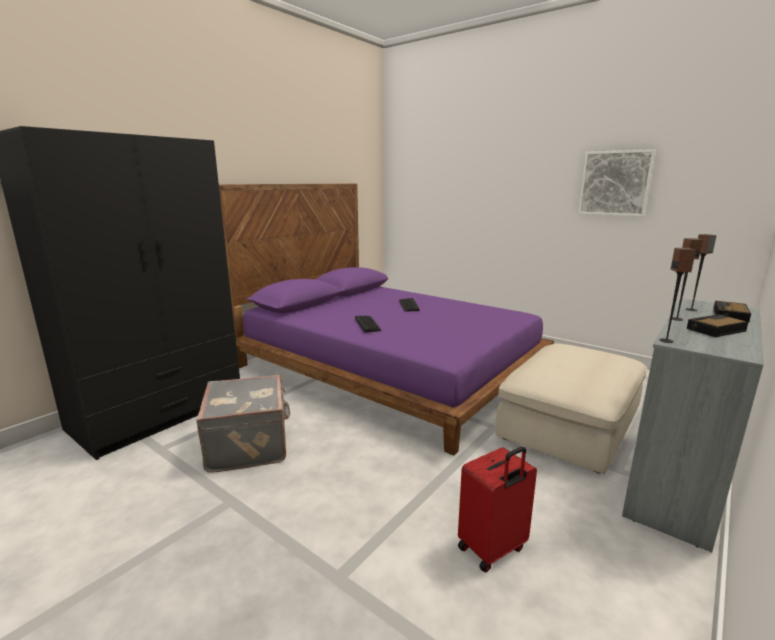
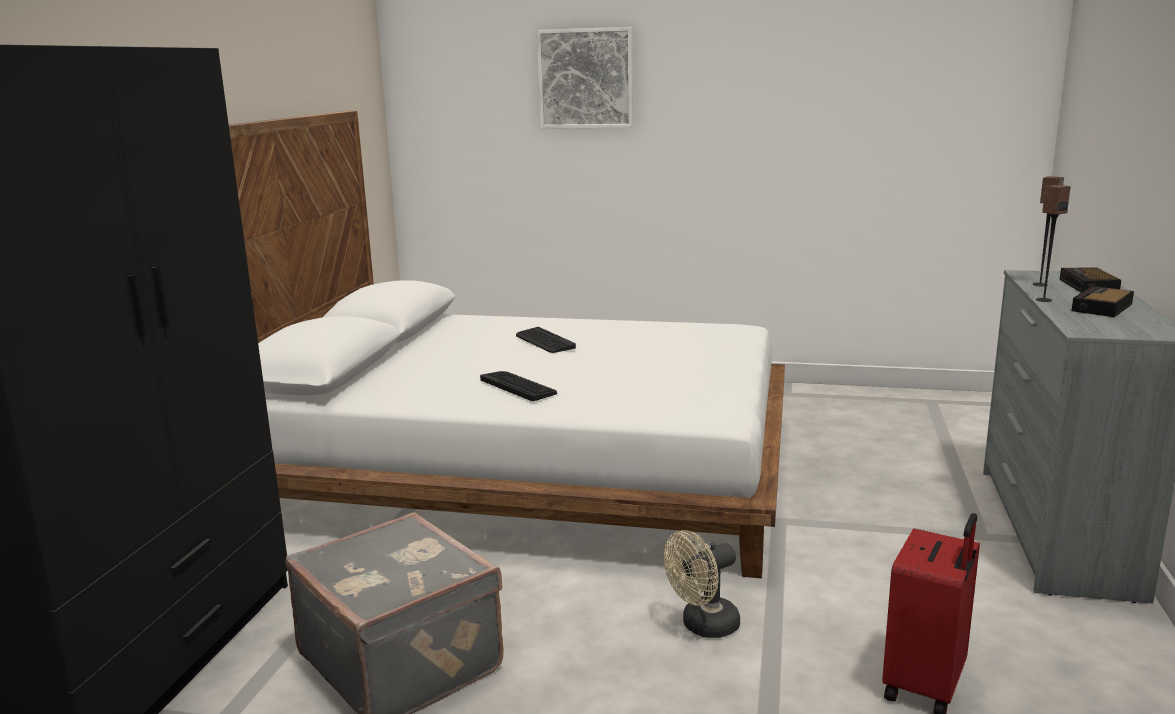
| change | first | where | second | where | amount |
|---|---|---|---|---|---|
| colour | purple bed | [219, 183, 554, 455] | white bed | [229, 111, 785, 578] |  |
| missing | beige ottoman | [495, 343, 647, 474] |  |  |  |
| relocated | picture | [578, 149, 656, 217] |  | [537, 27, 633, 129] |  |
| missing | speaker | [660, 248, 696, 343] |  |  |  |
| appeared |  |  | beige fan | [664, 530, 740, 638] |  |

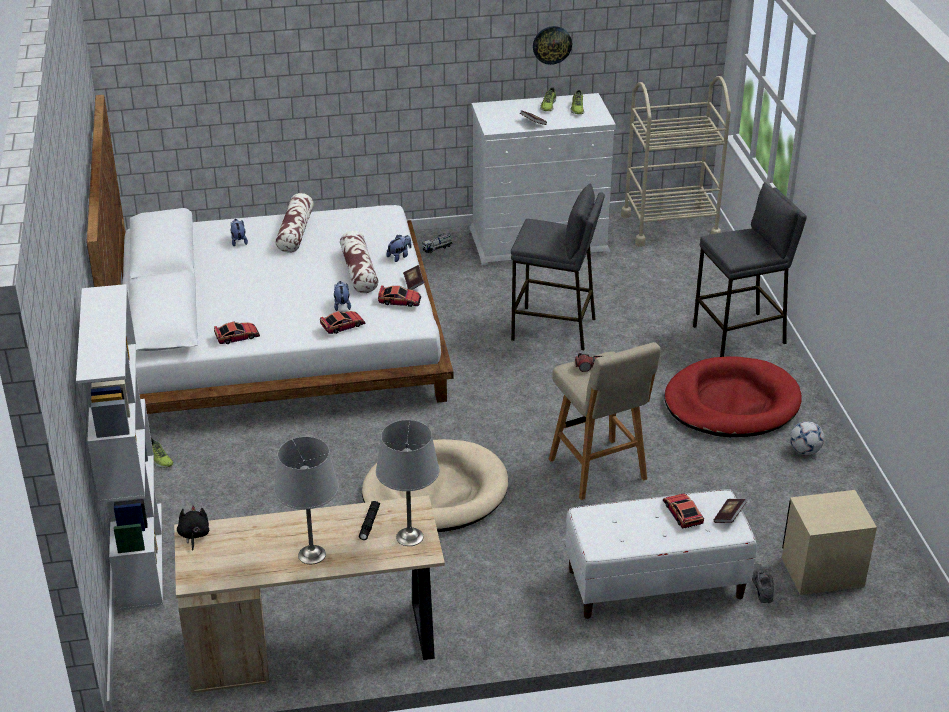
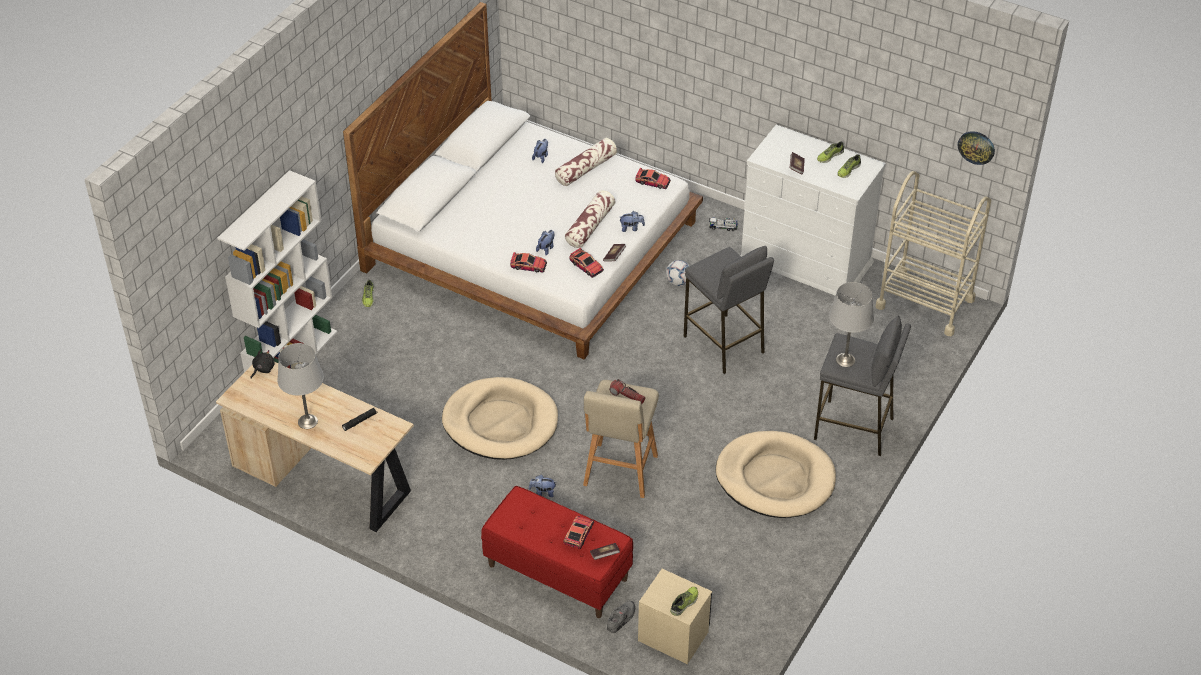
| change | first | where | second | where | amount |
|---|---|---|---|---|---|
| relocated | toy car | [214, 321, 260, 344] |  | [635, 168, 671, 189] |  |
| relocated | grey table lamp | [376, 420, 439, 546] |  | [829, 282, 874, 367] |  |
| relocated | wall clock | [533, 26, 572, 65] |  | [958, 131, 995, 165] |  |
| colour | white bench | [565, 489, 757, 619] | red bench | [481, 486, 633, 618] |  |
| colour | red dog bed | [664, 356, 802, 437] | beige dog bed | [716, 431, 836, 518] |  |
| relocated | football | [790, 421, 824, 455] |  | [666, 260, 689, 286] |  |
| appeared |  |  | plush toy | [529, 475, 556, 497] |  |
| appeared |  |  | shoe | [670, 587, 698, 616] |  |

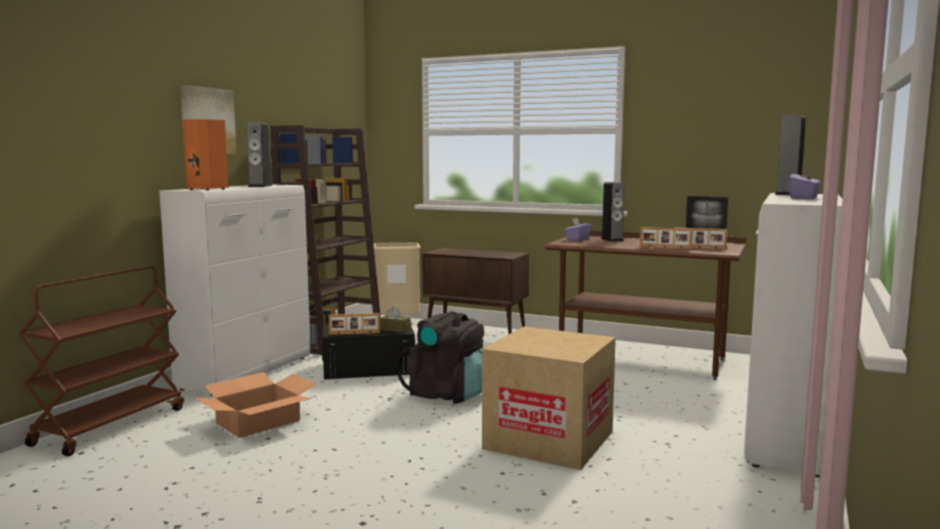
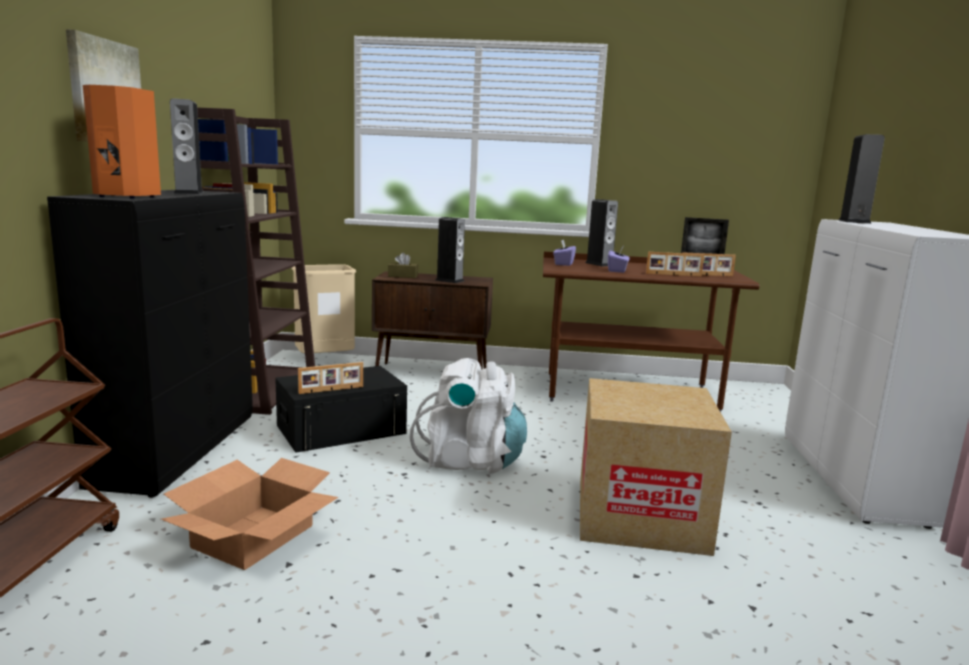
| change | first | where | second | where | amount |
|---|---|---|---|---|---|
| colour | white cabinet | [159, 185, 310, 396] | black cabinet | [47, 190, 253, 498] |  |
| relocated | brown tissue box | [380, 306, 411, 333] |  | [388, 253, 418, 278] |  |
| colour | black backpack | [397, 311, 484, 404] | white backpack | [410, 358, 527, 474] |  |
| relocated | purple tissue box | [789, 167, 821, 199] |  | [608, 246, 630, 273] |  |
| appeared |  |  | speaker | [436, 217, 465, 283] |  |

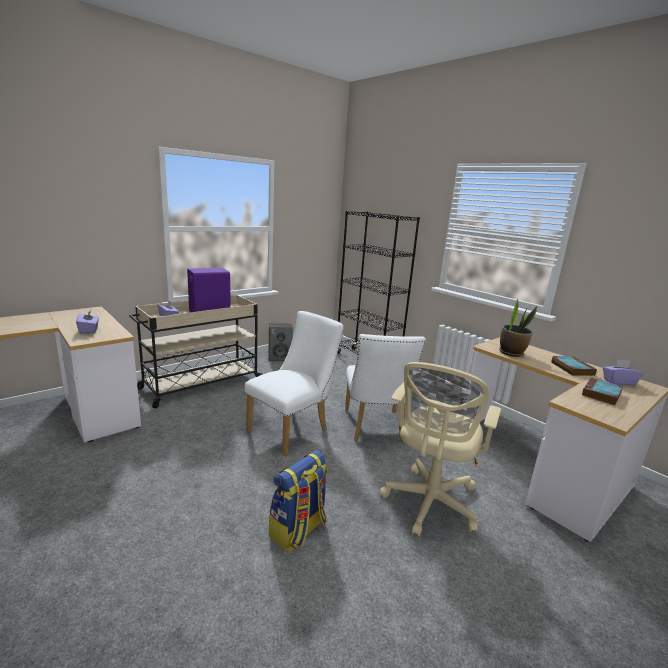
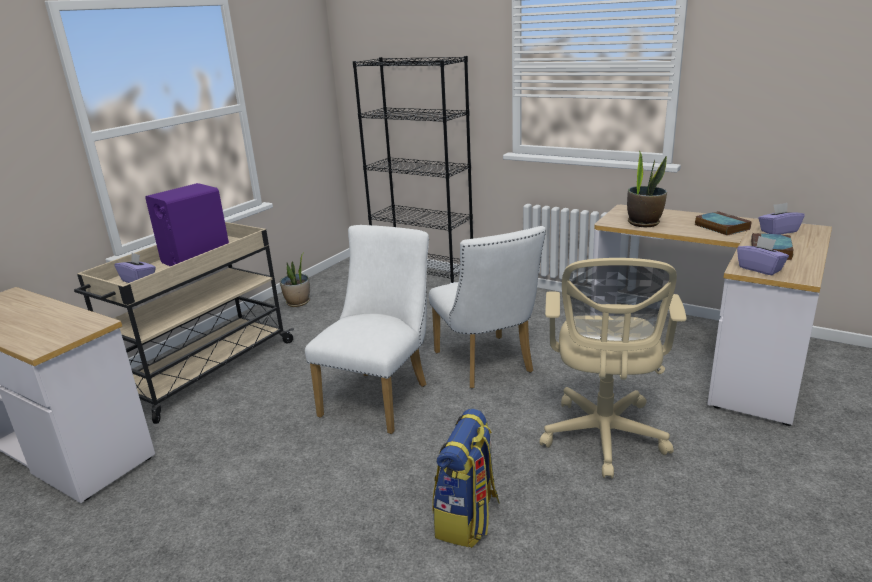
| change | first | where | second | where | amount |
|---|---|---|---|---|---|
| relocated | purple tissue box | [76, 310, 99, 334] |  | [737, 236, 789, 275] |  |
| exchanged | speaker | [268, 323, 293, 361] | potted plant | [280, 252, 310, 307] |  |

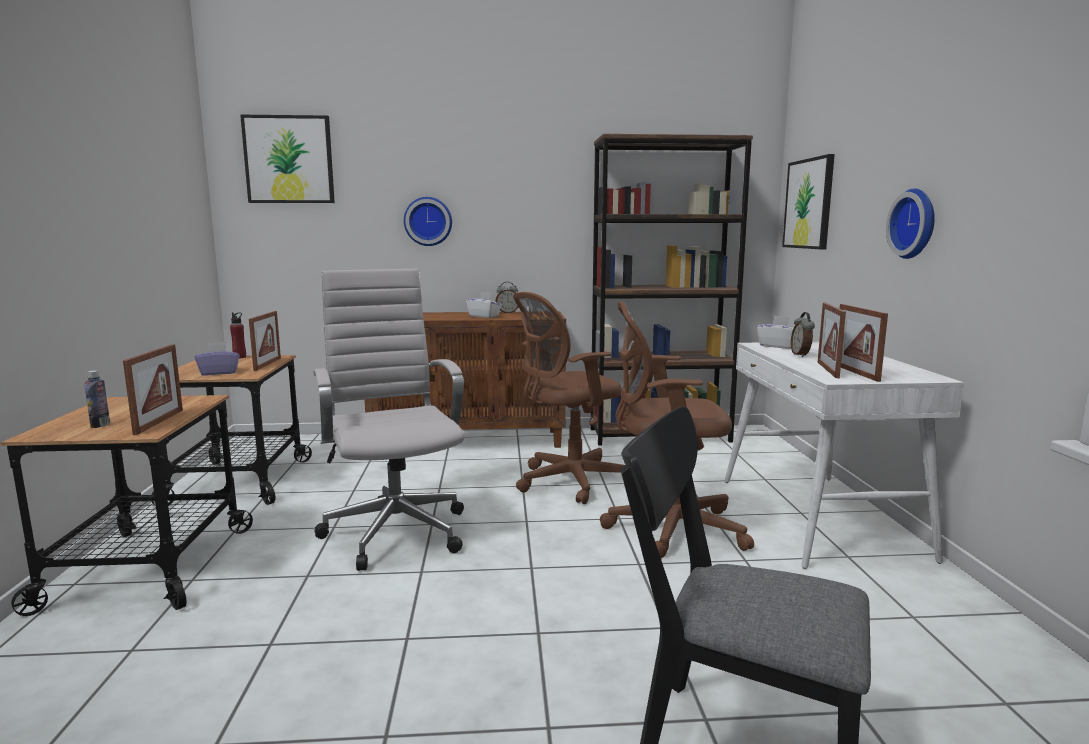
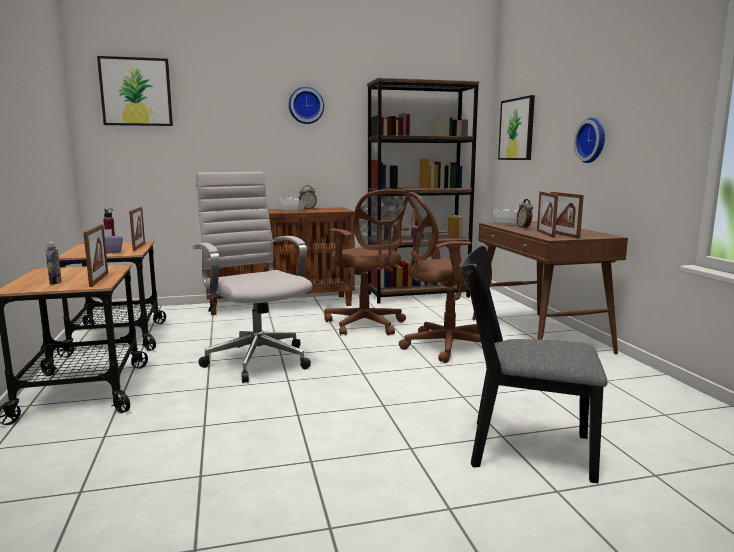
| change | first | where | second | where | amount |
|---|---|---|---|---|---|
| relocated | wall clock | [404, 197, 452, 246] |  | [289, 87, 324, 124] |  |
| spun | brown office chair | [513, 292, 624, 504] |  | [324, 189, 409, 336] | 90 degrees counterclockwise |
| colour | white desk | [725, 342, 964, 569] | brown desk | [472, 221, 628, 354] |  |

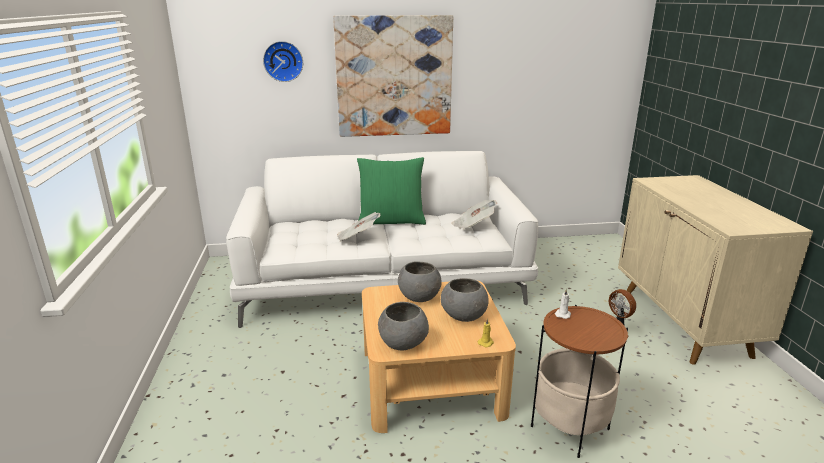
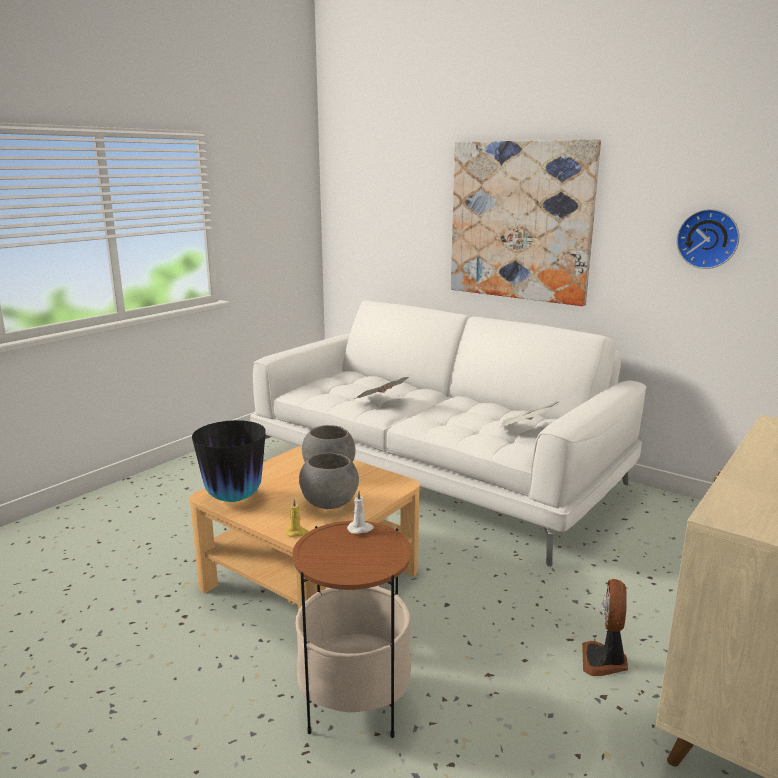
| change | first | where | second | where | amount |
|---|---|---|---|---|---|
| relocated | wall clock | [263, 41, 303, 82] |  | [676, 209, 739, 269] |  |
| missing | green pillow | [357, 157, 426, 225] |  |  |  |
| exchanged | grey bowl | [378, 302, 429, 350] | vase | [192, 420, 266, 502] |  |

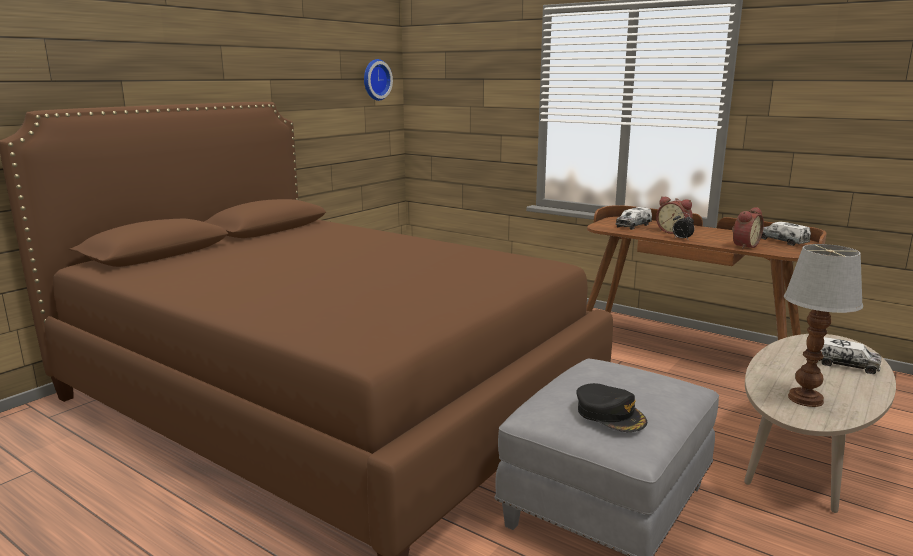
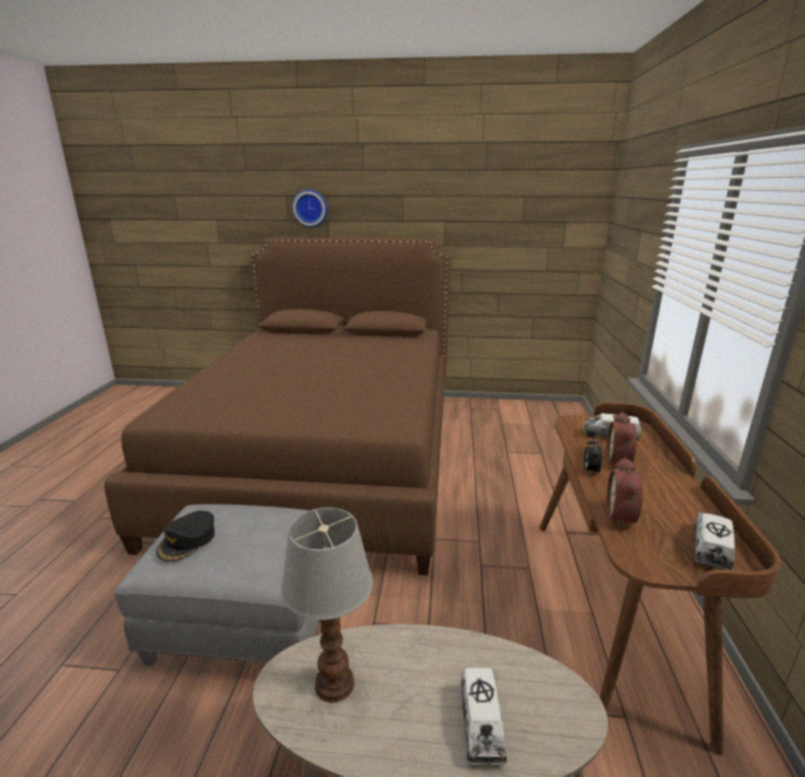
| change | first | where | second | where | amount |
|---|---|---|---|---|---|
| relocated | wall clock | [364, 59, 393, 101] |  | [292, 189, 328, 228] |  |
| spun | alarm clock | [732, 207, 764, 249] |  | [606, 457, 643, 528] | 90 degrees clockwise |

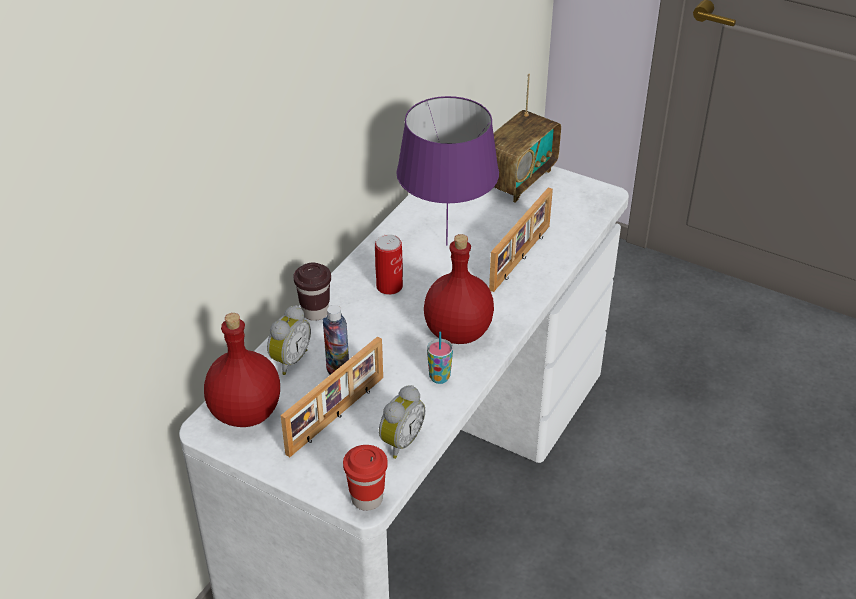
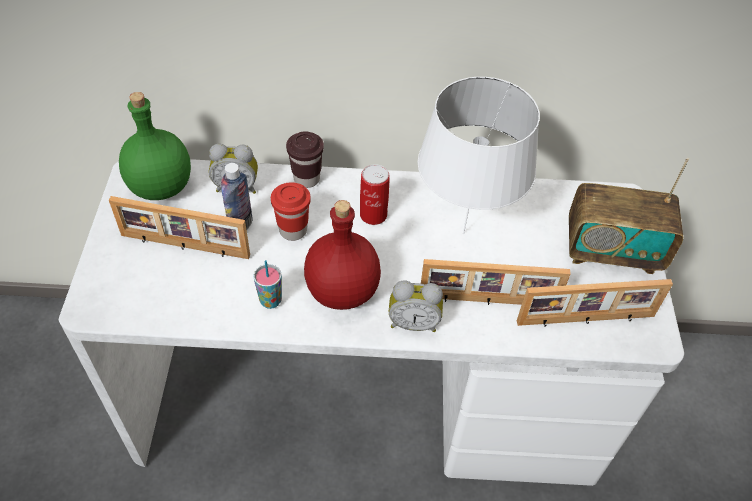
| change | first | where | second | where | amount |
|---|---|---|---|---|---|
| colour | red bottle | [204, 313, 280, 427] | green bottle | [119, 92, 191, 200] |  |
| relocated | red cup | [343, 445, 388, 511] |  | [271, 182, 311, 241] |  |
| relocated | alarm clock | [379, 385, 425, 459] |  | [389, 280, 443, 332] |  |
| colour | purple table lamp | [396, 96, 499, 245] | white table lamp | [418, 77, 540, 234] |  |
| appeared |  |  | picture frame | [517, 279, 673, 327] |  |

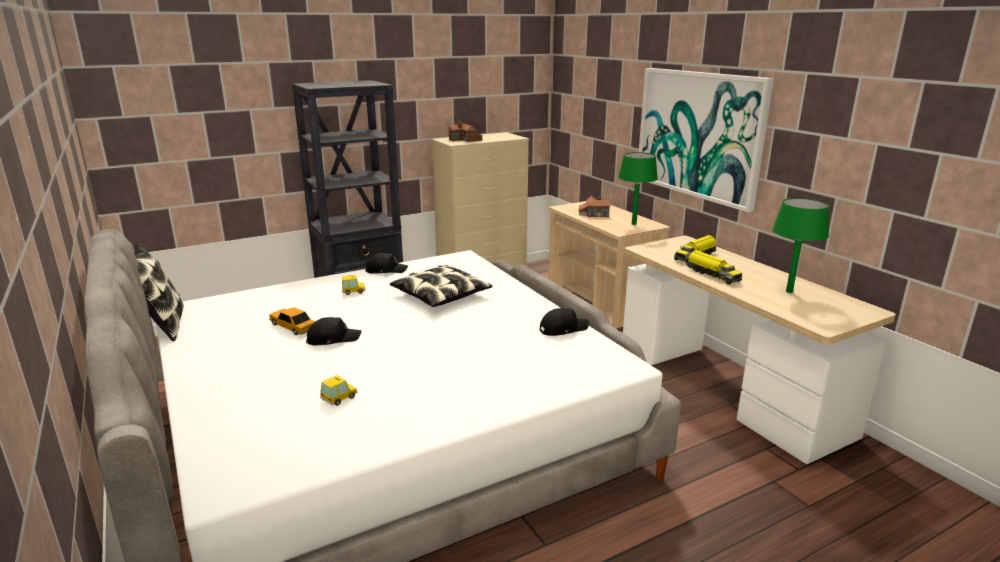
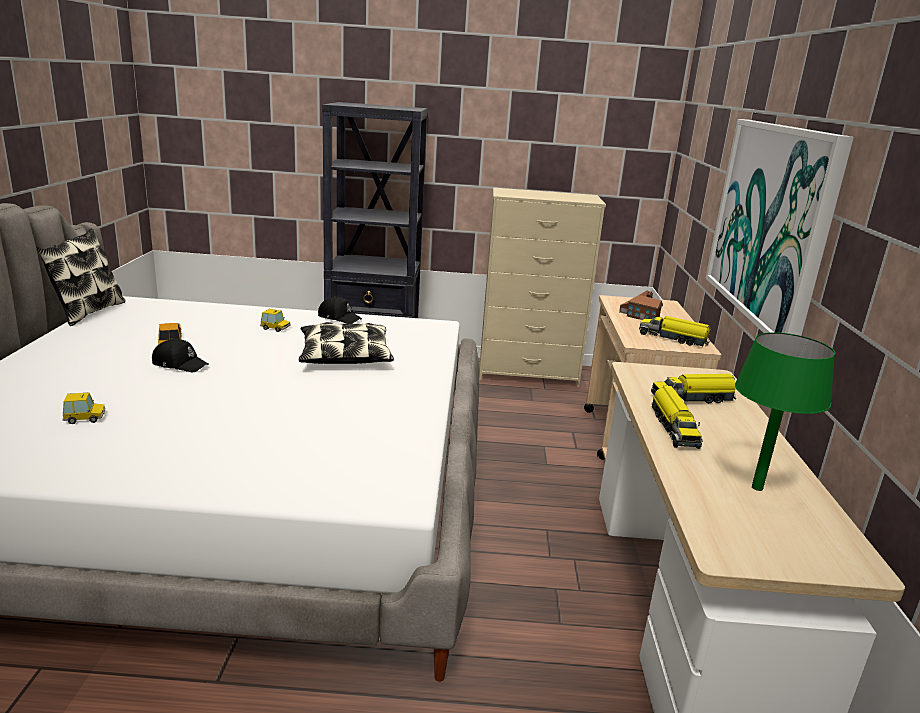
| change | first | where | second | where | amount |
|---|---|---|---|---|---|
| missing | toy house | [448, 121, 482, 142] |  |  |  |
| missing | black cap | [540, 308, 589, 336] |  |  |  |
| exchanged | green table lamp | [618, 152, 658, 225] | toy truck | [639, 316, 711, 346] |  |

